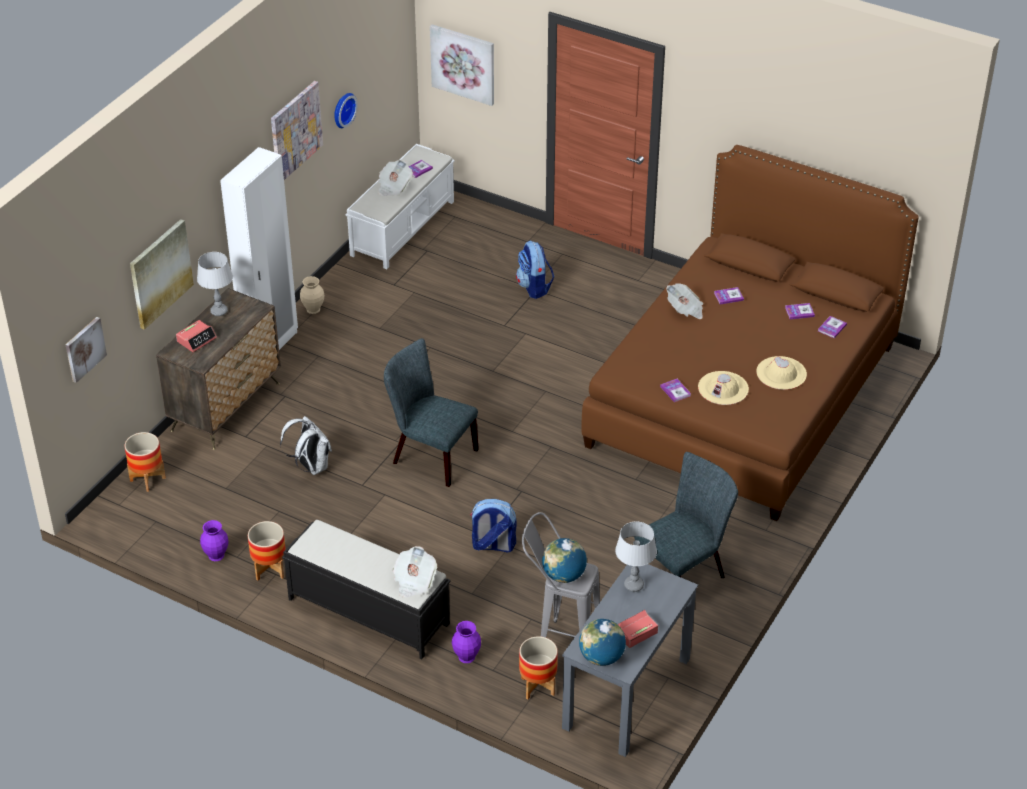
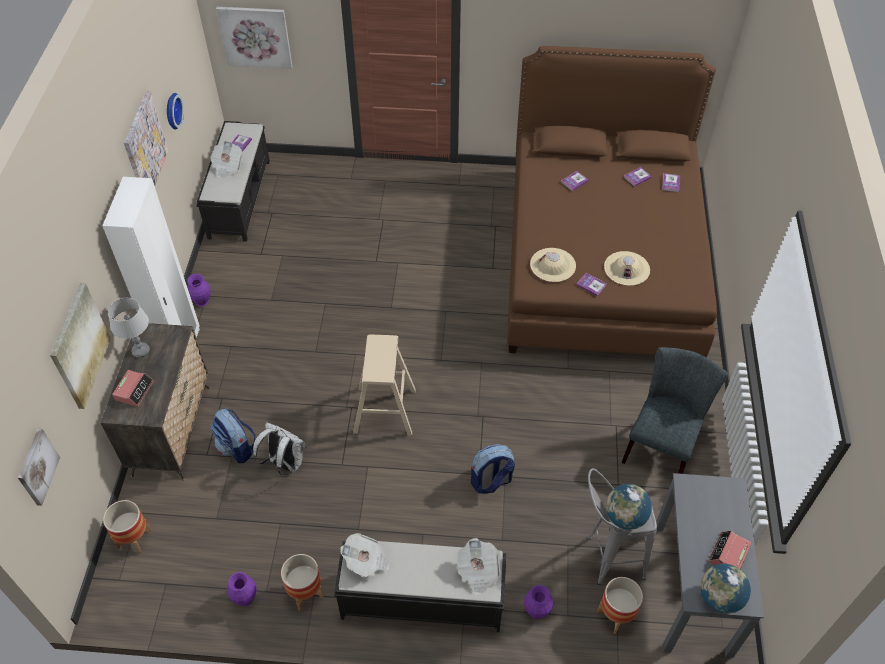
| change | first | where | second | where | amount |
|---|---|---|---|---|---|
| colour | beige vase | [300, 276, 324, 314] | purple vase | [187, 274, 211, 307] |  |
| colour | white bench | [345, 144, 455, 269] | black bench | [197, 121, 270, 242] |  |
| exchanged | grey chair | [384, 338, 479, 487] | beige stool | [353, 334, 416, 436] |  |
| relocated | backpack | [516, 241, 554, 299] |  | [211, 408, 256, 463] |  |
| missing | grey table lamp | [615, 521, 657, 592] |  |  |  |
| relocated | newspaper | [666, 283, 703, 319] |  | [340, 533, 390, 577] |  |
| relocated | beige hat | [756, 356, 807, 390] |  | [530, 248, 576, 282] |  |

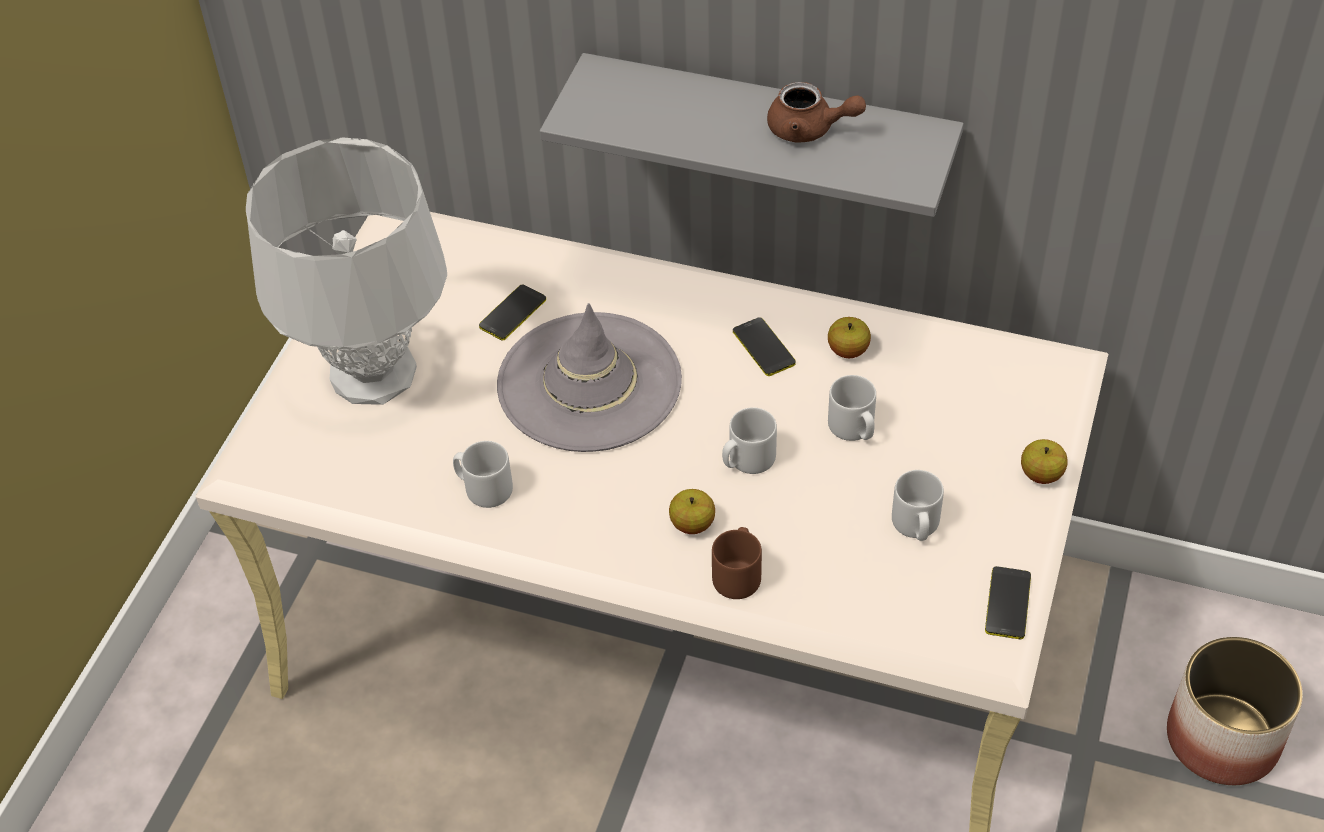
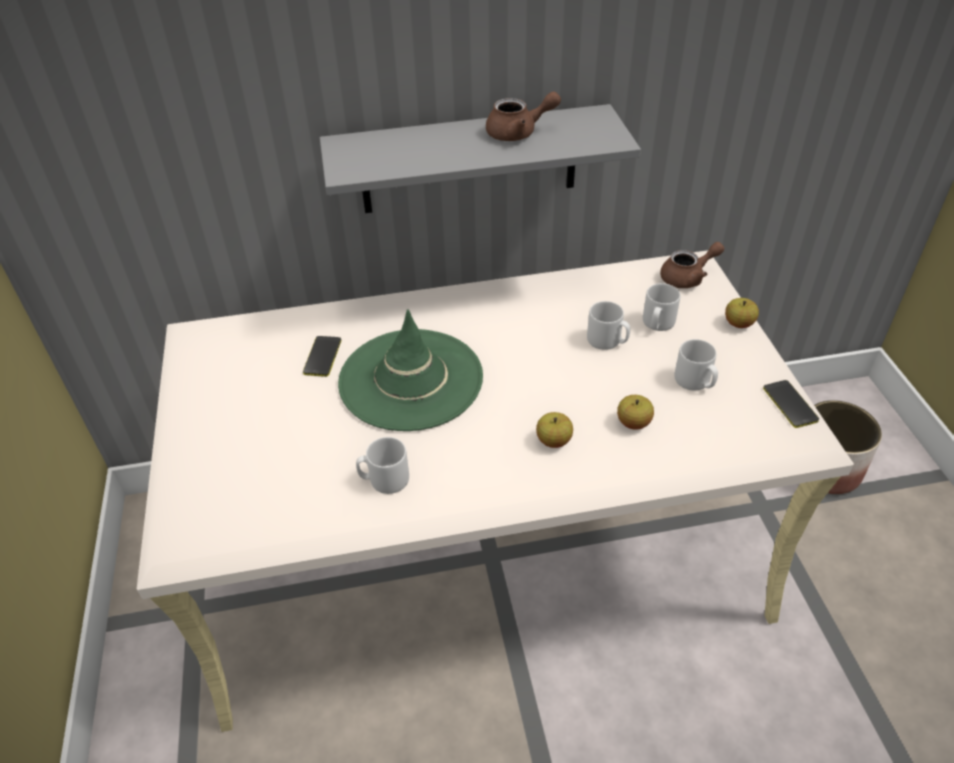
| change | first | where | second | where | amount |
|---|---|---|---|---|---|
| missing | grey table lamp | [246, 137, 447, 405] |  |  |  |
| colour | grey hat | [497, 303, 682, 452] | green hat | [338, 309, 483, 431] |  |
| missing | brown mug | [712, 527, 762, 599] |  |  |  |
| relocated | grey mug | [722, 408, 777, 474] |  | [643, 283, 680, 331] |  |
| missing | phone | [733, 317, 796, 376] |  |  |  |
| relocated | apple | [828, 317, 871, 358] |  | [617, 395, 654, 430] |  |
| appeared |  |  | brown teapot | [660, 242, 724, 288] |  |

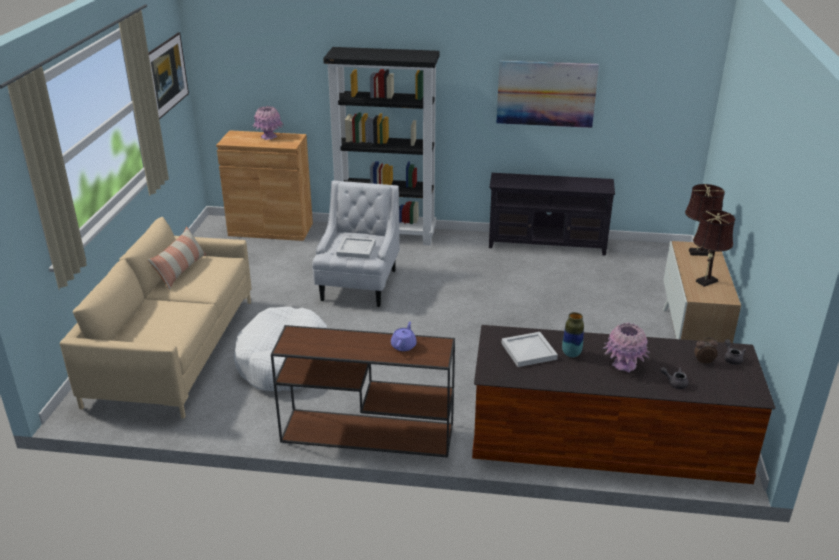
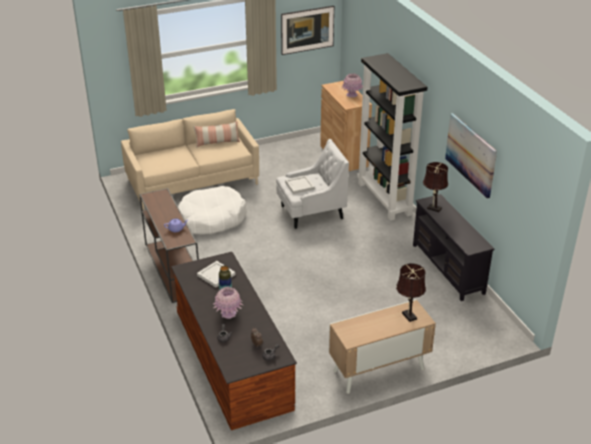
| change | first | where | second | where | amount |
|---|---|---|---|---|---|
| relocated | brown table lamp | [693, 210, 735, 287] |  | [423, 162, 448, 212] |  |

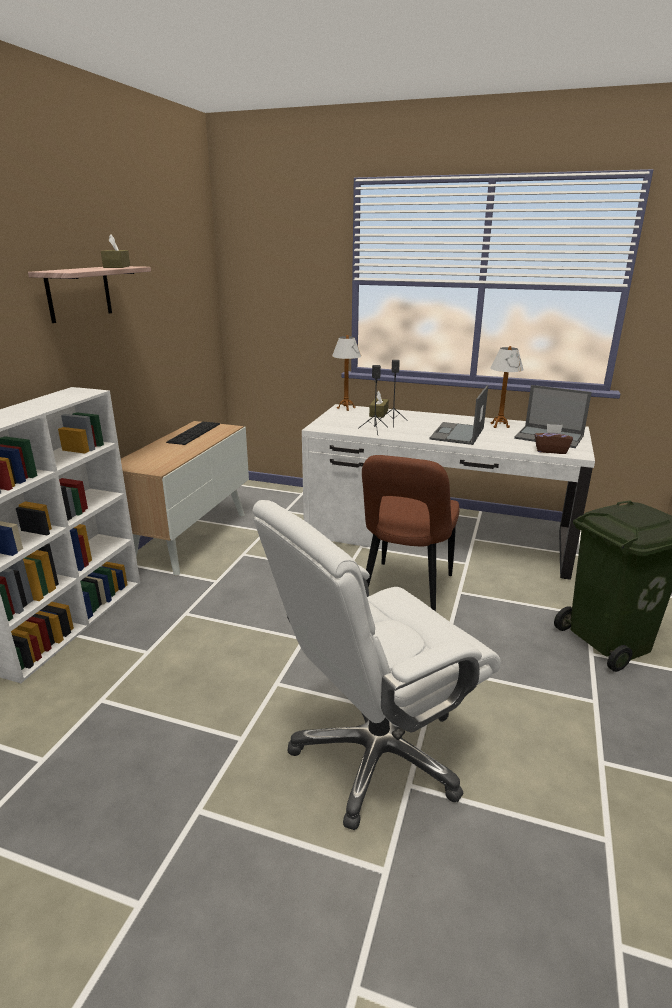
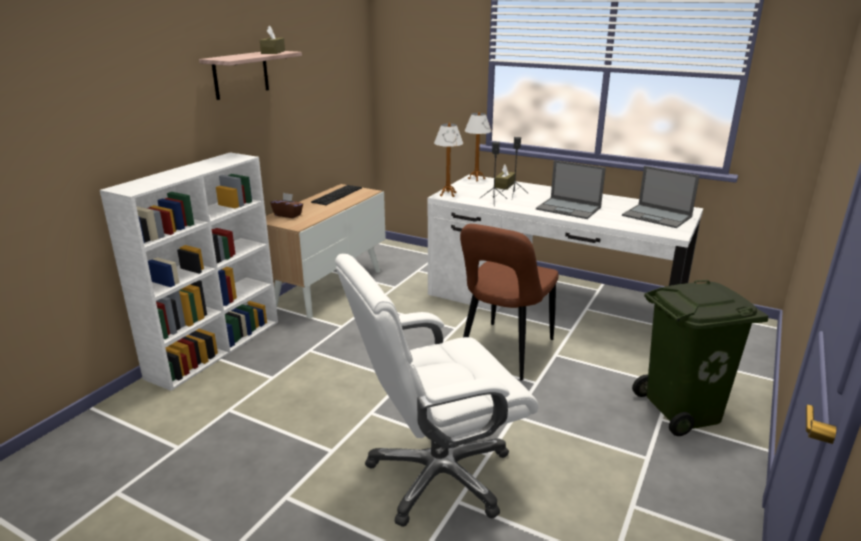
| change | first | where | second | where | amount |
|---|---|---|---|---|---|
| spun | laptop | [429, 386, 488, 445] |  | [536, 160, 606, 219] | 90 degrees counterclockwise |
| relocated | table lamp | [490, 346, 524, 428] |  | [434, 123, 463, 197] |  |
| relocated | brown tissue box | [535, 424, 573, 454] |  | [270, 193, 303, 218] |  |

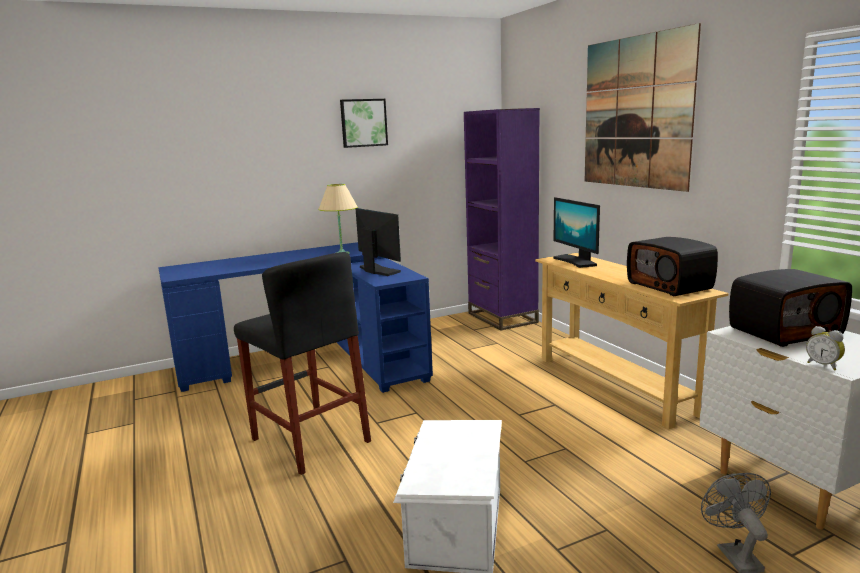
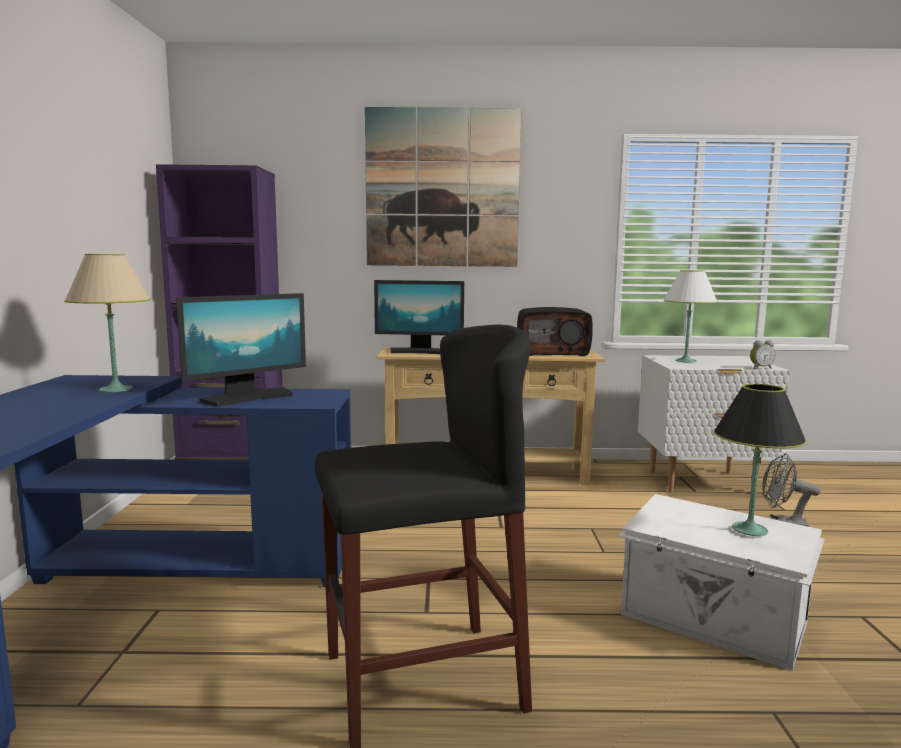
| change | first | where | second | where | amount |
|---|---|---|---|---|---|
| missing | picture | [340, 99, 388, 148] |  |  |  |
| spun | monitor | [356, 208, 401, 276] |  | [176, 293, 306, 407] | 150 degrees clockwise |
| exchanged | radio | [729, 269, 852, 347] | white table lamp | [663, 270, 718, 363] |  |
| appeared |  |  | black table lamp | [714, 384, 806, 536] |  |

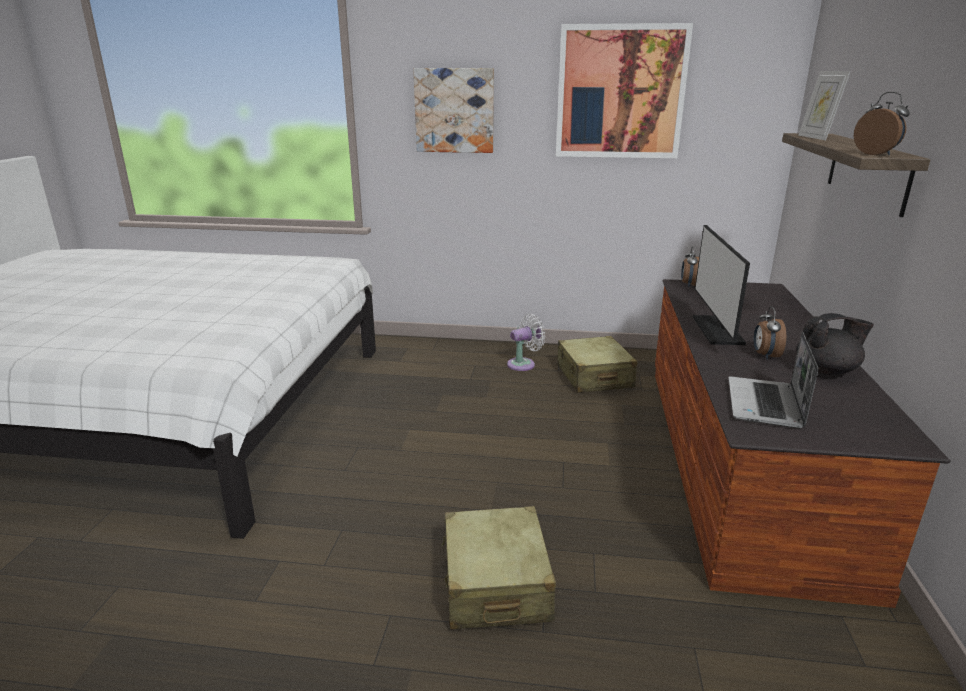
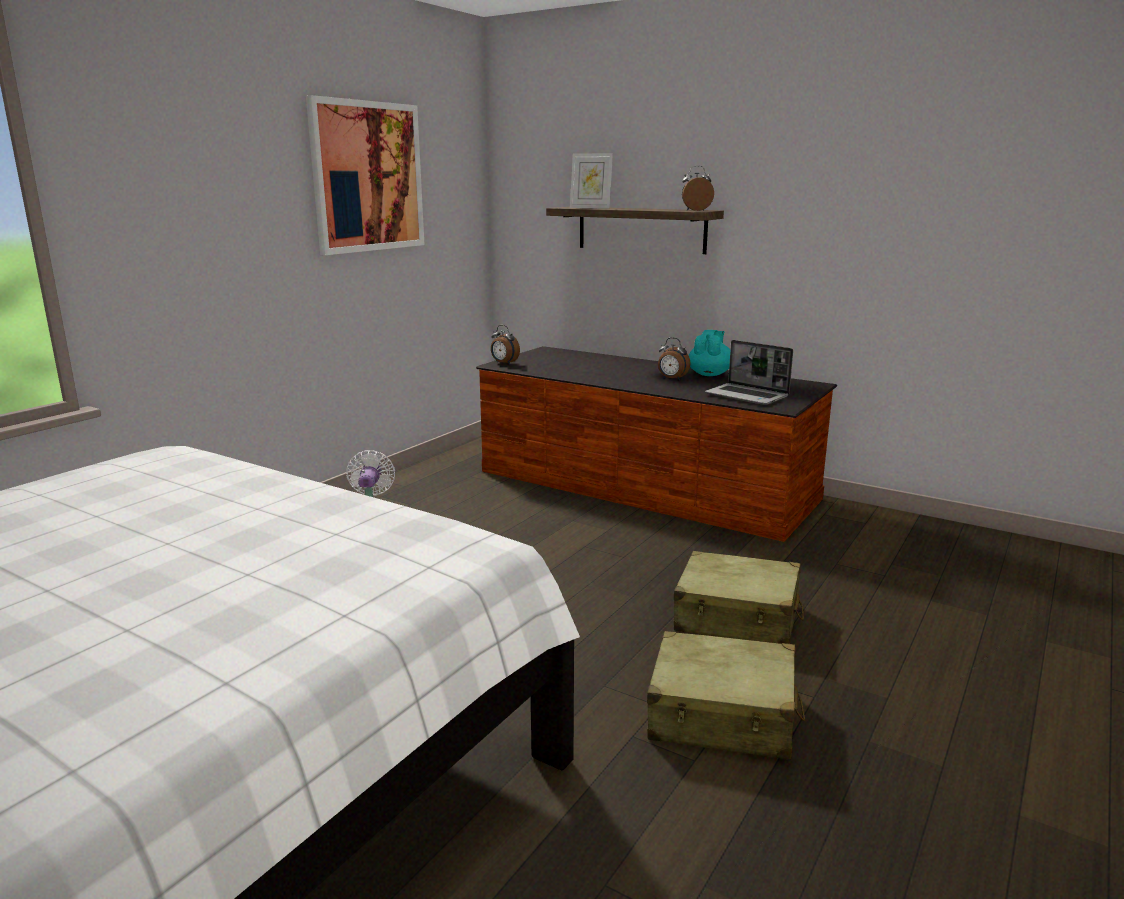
| change | first | where | second | where | amount |
|---|---|---|---|---|---|
| missing | picture | [413, 68, 494, 153] |  |  |  |
| relocated | beige suitcase | [557, 336, 637, 393] |  | [647, 631, 805, 760] |  |
| missing | monitor | [693, 225, 750, 345] |  |  |  |
| colour | black teapot | [796, 313, 874, 375] | turquoise teapot | [689, 330, 730, 376] |  |

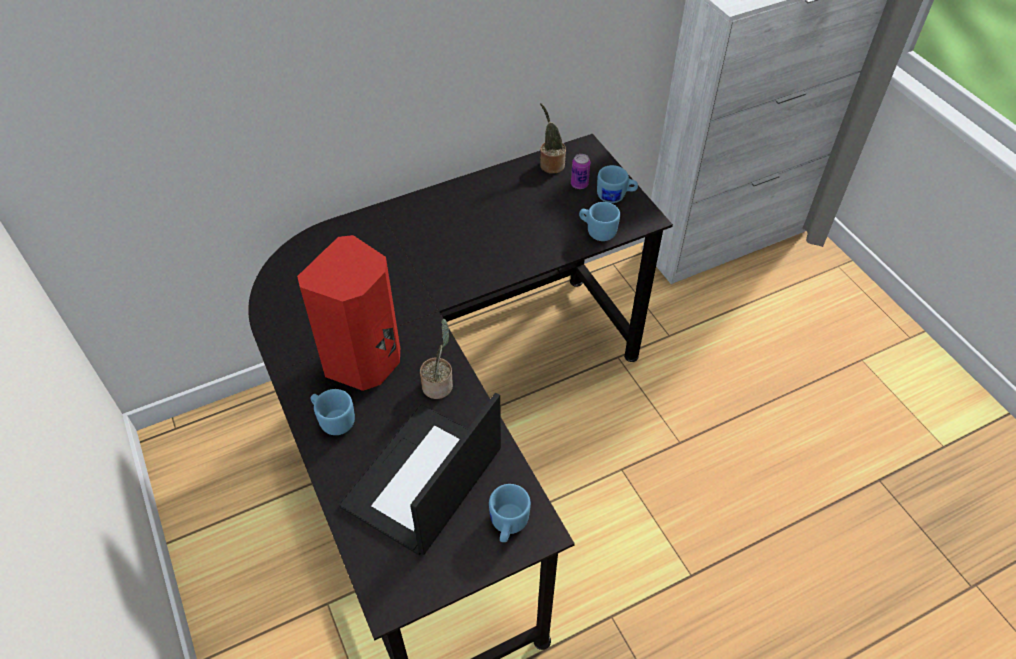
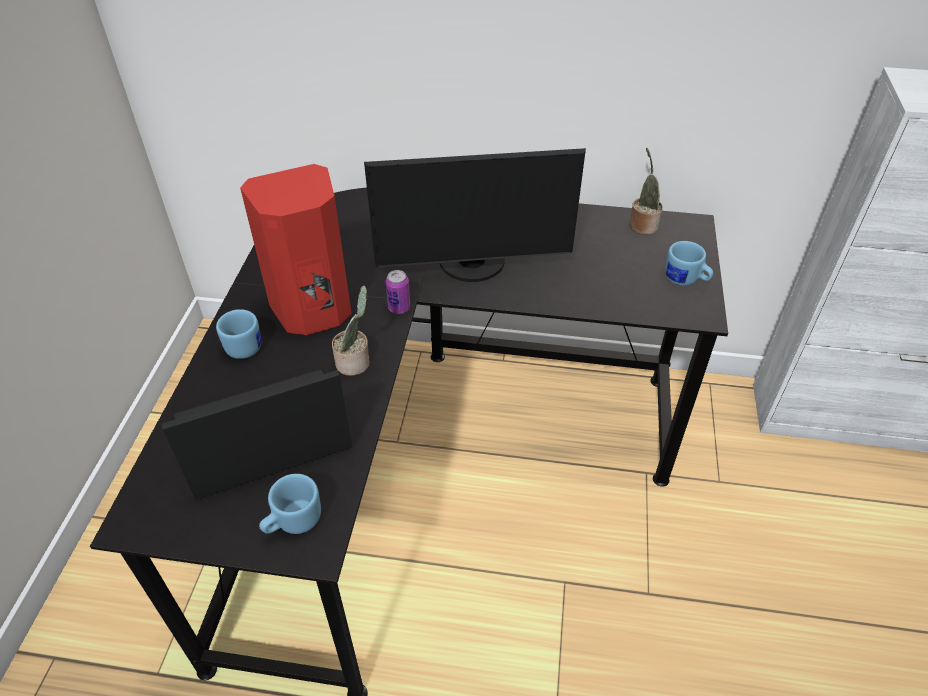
| change | first | where | second | where | amount |
|---|---|---|---|---|---|
| relocated | can | [571, 154, 590, 189] |  | [386, 270, 410, 314] |  |
| missing | blue mug | [579, 202, 620, 241] |  |  |  |
| appeared |  |  | monitor | [364, 148, 586, 282] |  |

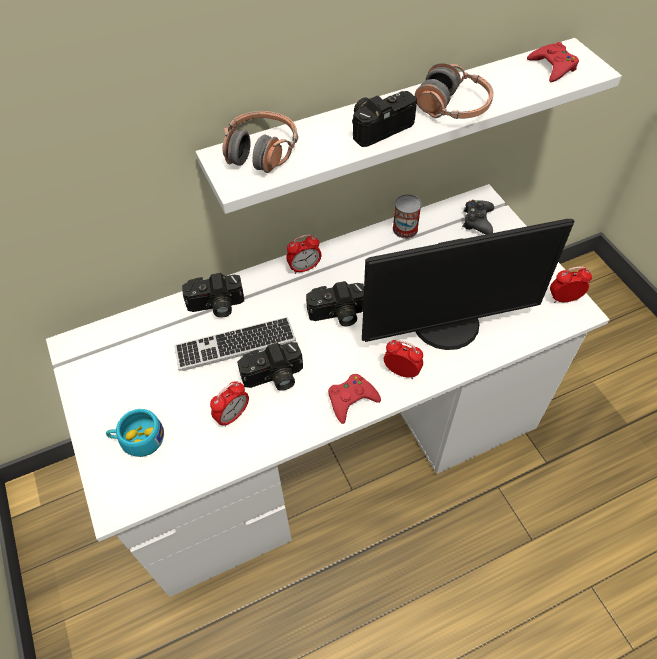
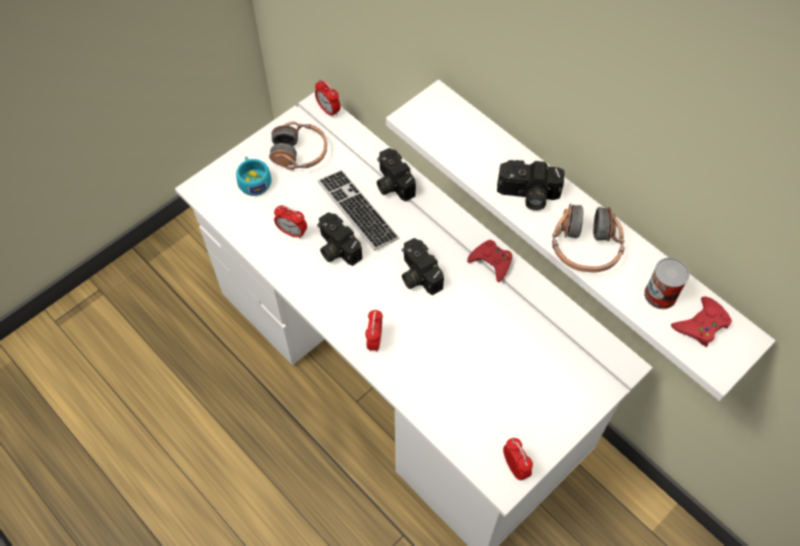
| change | first | where | second | where | amount |
|---|---|---|---|---|---|
| relocated | headphones | [222, 111, 298, 173] |  | [269, 122, 327, 170] |  |
| relocated | alarm clock | [286, 234, 321, 274] |  | [315, 80, 341, 118] |  |
| relocated | red game controller | [328, 374, 381, 424] |  | [467, 240, 513, 282] |  |
| spun | photo camera | [352, 91, 417, 147] |  | [497, 160, 565, 210] | 150 degrees clockwise |
| missing | monitor | [362, 219, 574, 350] |  |  |  |
| relocated | can | [393, 194, 421, 239] |  | [644, 258, 689, 309] |  |
| missing | black game controller | [462, 200, 494, 234] |  |  |  |

